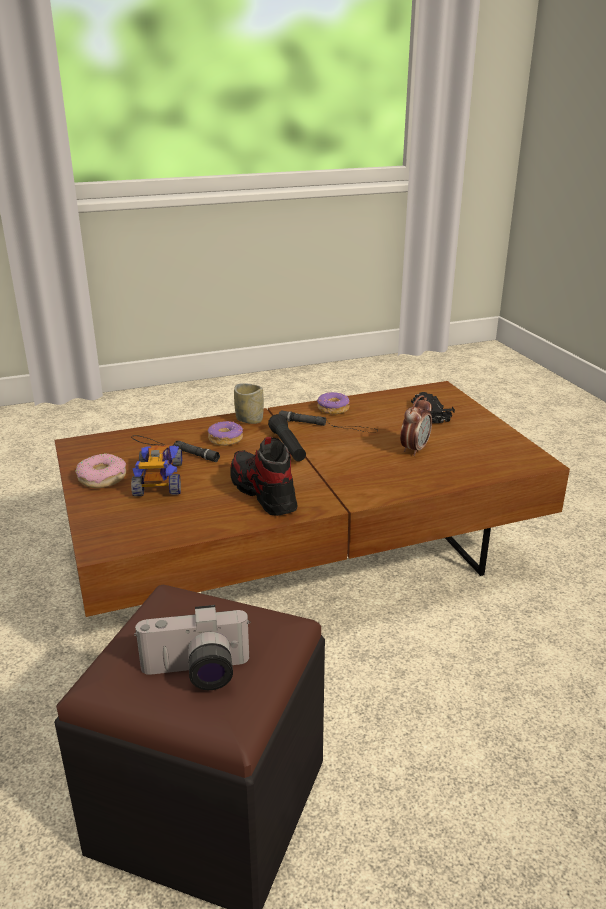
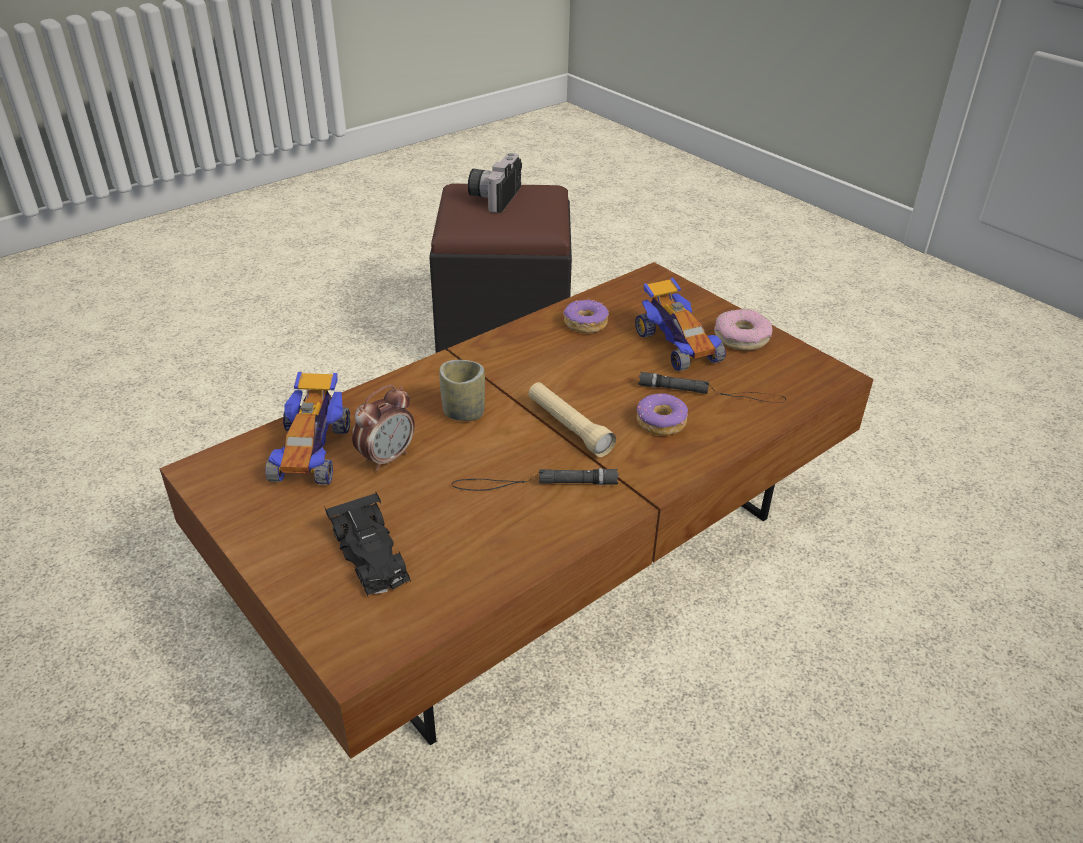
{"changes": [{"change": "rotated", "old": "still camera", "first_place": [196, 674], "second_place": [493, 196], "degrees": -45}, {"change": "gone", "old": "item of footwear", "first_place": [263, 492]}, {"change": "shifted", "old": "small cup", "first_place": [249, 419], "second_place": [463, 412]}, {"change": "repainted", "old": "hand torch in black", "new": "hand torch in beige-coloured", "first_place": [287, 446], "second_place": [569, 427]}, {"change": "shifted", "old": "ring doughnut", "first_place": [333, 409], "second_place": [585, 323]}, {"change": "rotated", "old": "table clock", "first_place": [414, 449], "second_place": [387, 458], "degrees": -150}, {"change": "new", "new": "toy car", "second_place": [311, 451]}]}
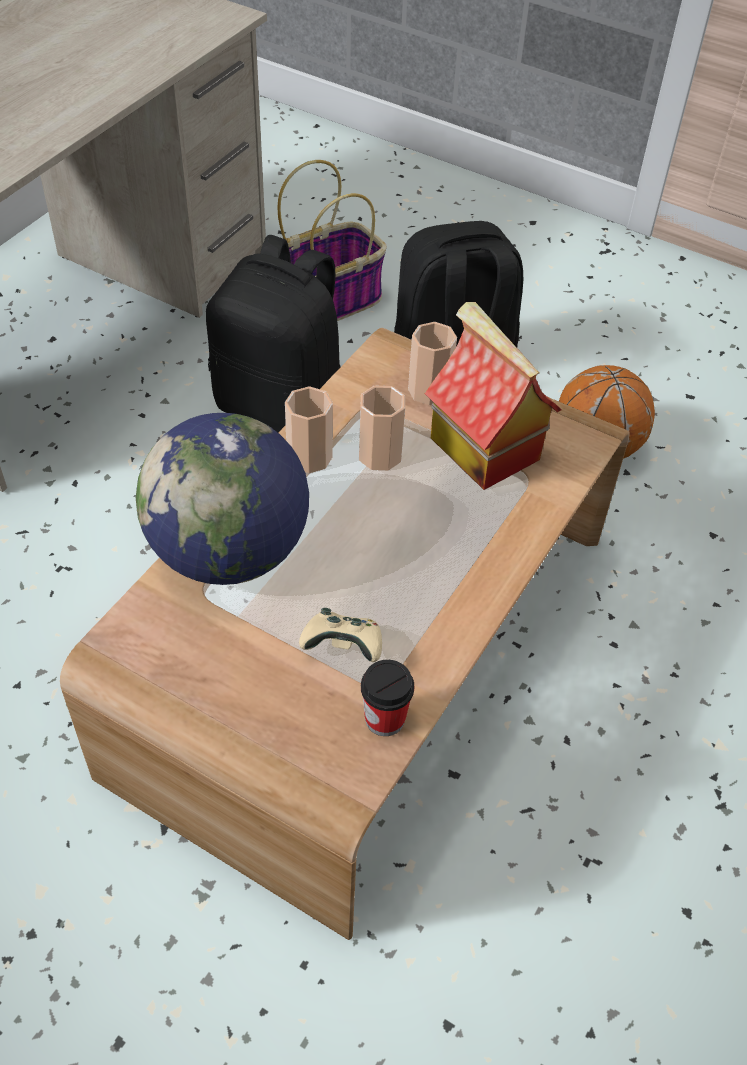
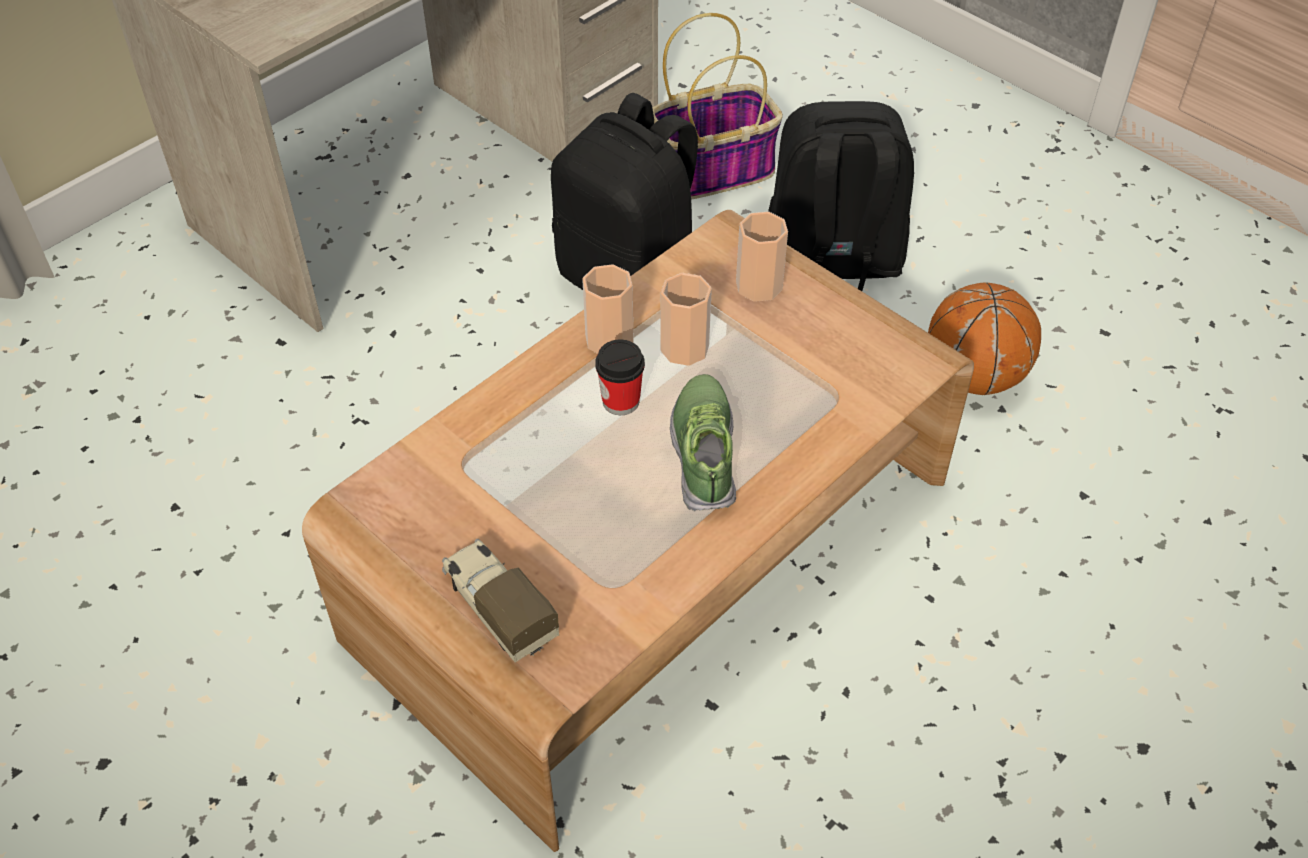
{"changes": [{"change": "gone", "old": "globe", "first_place": [229, 552]}, {"change": "gone", "old": "joypad in beige-coloured", "first_place": [343, 647]}, {"change": "shifted", "old": "small cup", "first_place": [385, 718], "second_place": [621, 401]}, {"change": "gone", "old": "model house", "first_place": [482, 448]}, {"change": "new", "new": "toy truck", "second_place": [498, 608]}, {"change": "new", "new": "item of footwear", "second_place": [705, 453]}]}
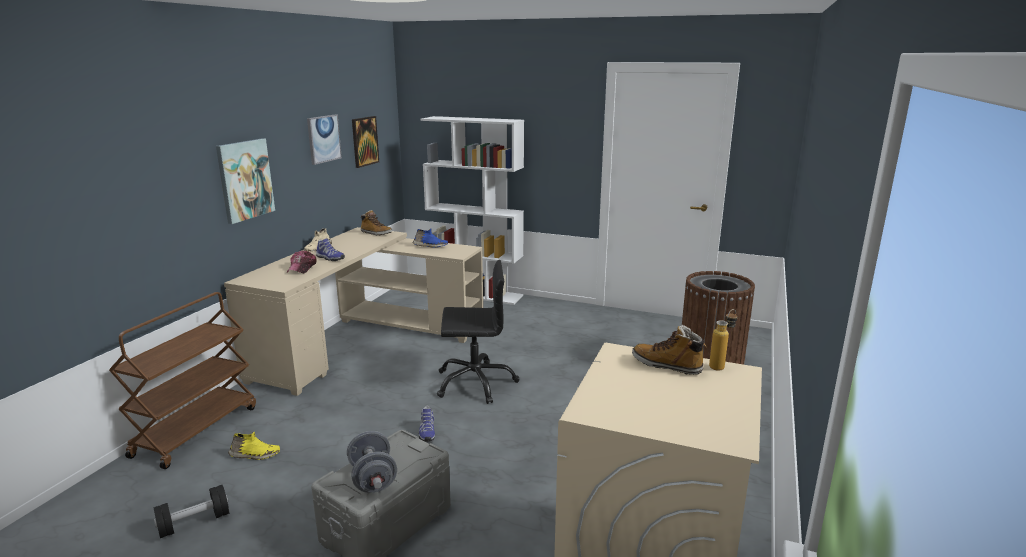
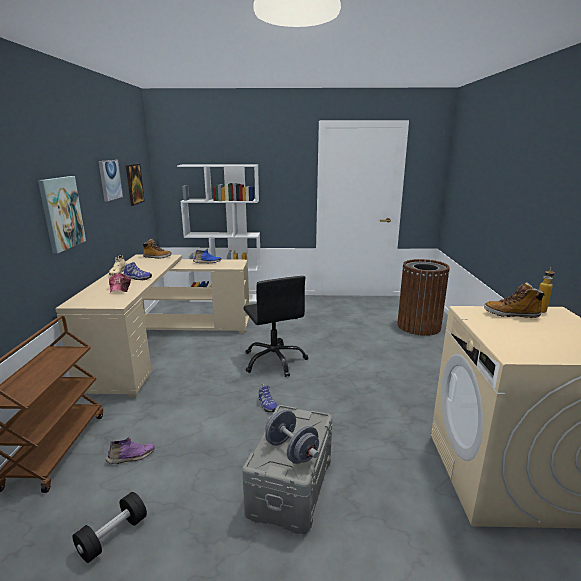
{"changes": [{"change": "repainted", "old": "item of footwear in yellowish", "new": "item of footwear in purplish", "first_place": [254, 455], "second_place": [131, 457]}, {"change": "rotated", "old": "desk chair in black", "first_place": [475, 382], "second_place": [274, 360], "degrees": 90}]}
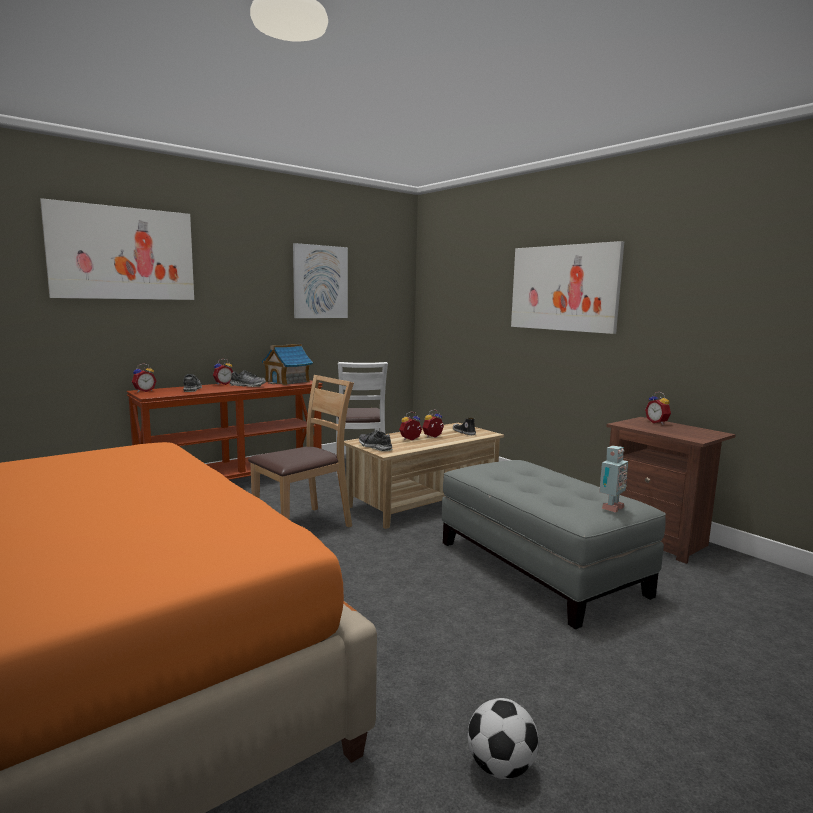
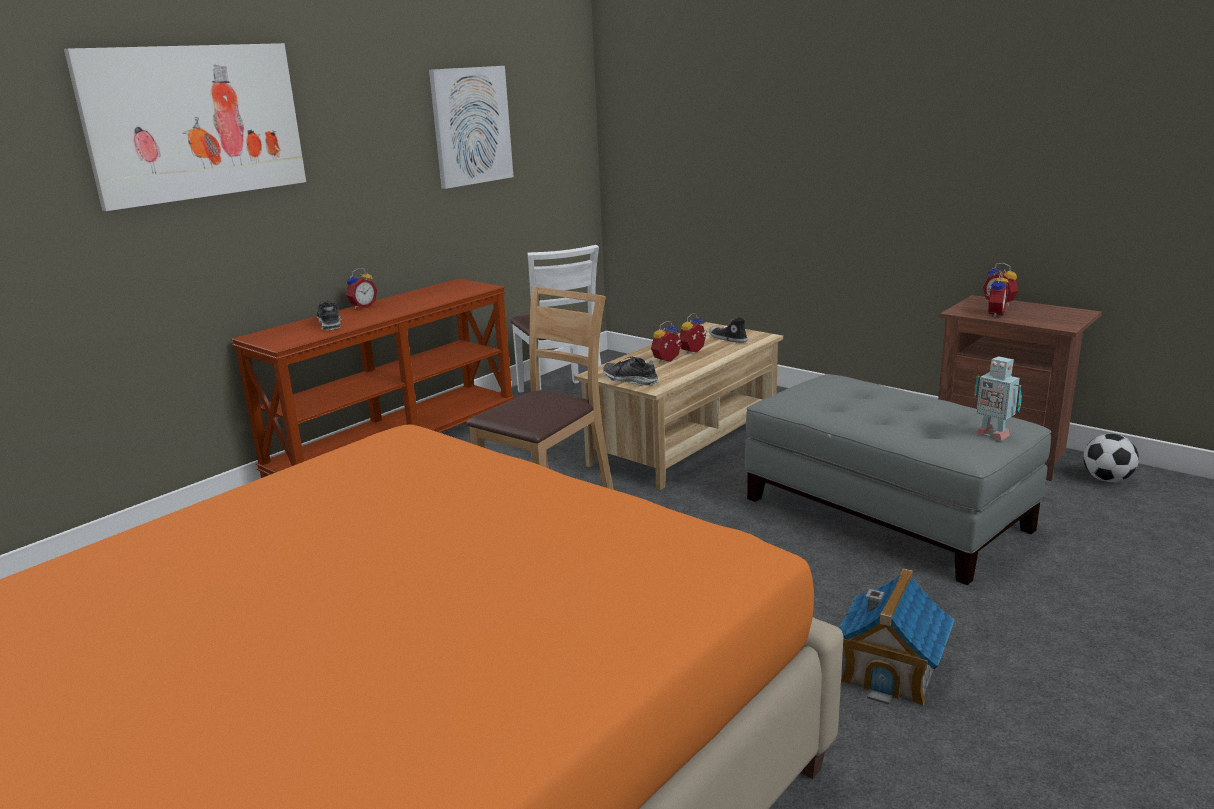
{"changes": [{"change": "shifted", "old": "table clock", "first_place": [144, 391], "second_place": [993, 314]}, {"change": "gone", "old": "item of footwear", "first_place": [247, 386]}, {"change": "shifted", "old": "model house", "first_place": [287, 381], "second_place": [891, 671]}, {"change": "shifted", "old": "football ball", "first_place": [500, 767], "second_place": [1106, 480]}, {"change": "gone", "old": "wall art", "first_place": [564, 288]}, {"change": "rotated", "old": "toy robot", "first_place": [610, 508], "second_place": [992, 434], "degrees": 105}]}
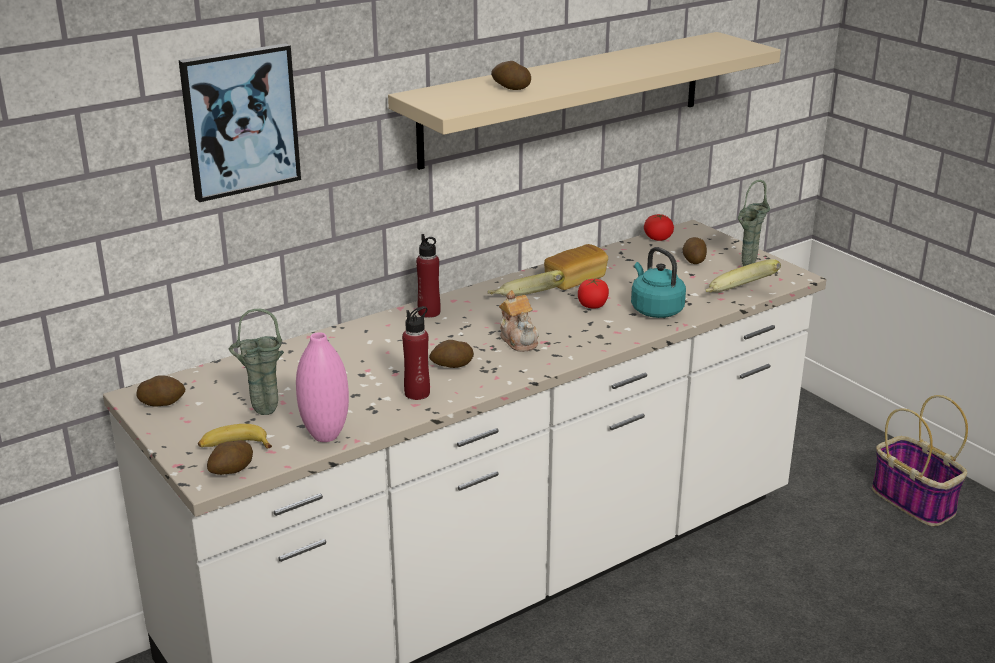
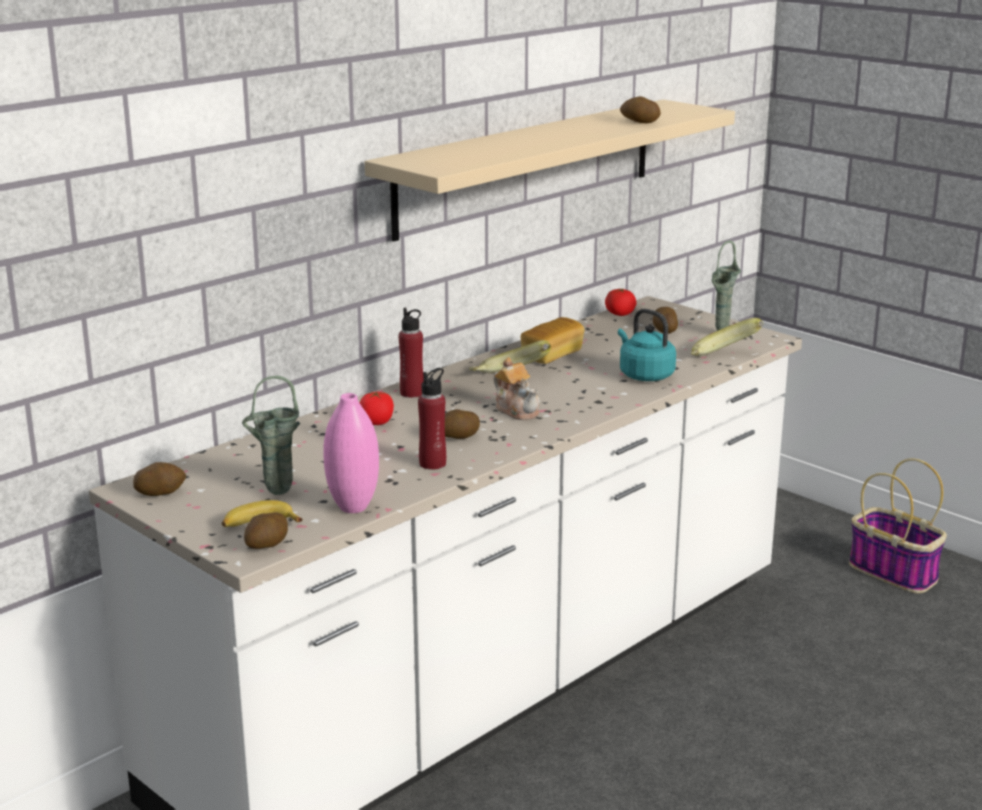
{"changes": [{"change": "gone", "old": "wall art", "first_place": [240, 121]}, {"change": "shifted", "old": "whole potato", "first_place": [510, 88], "second_place": [639, 122]}, {"change": "shifted", "old": "tomato", "first_place": [592, 305], "second_place": [376, 422]}]}
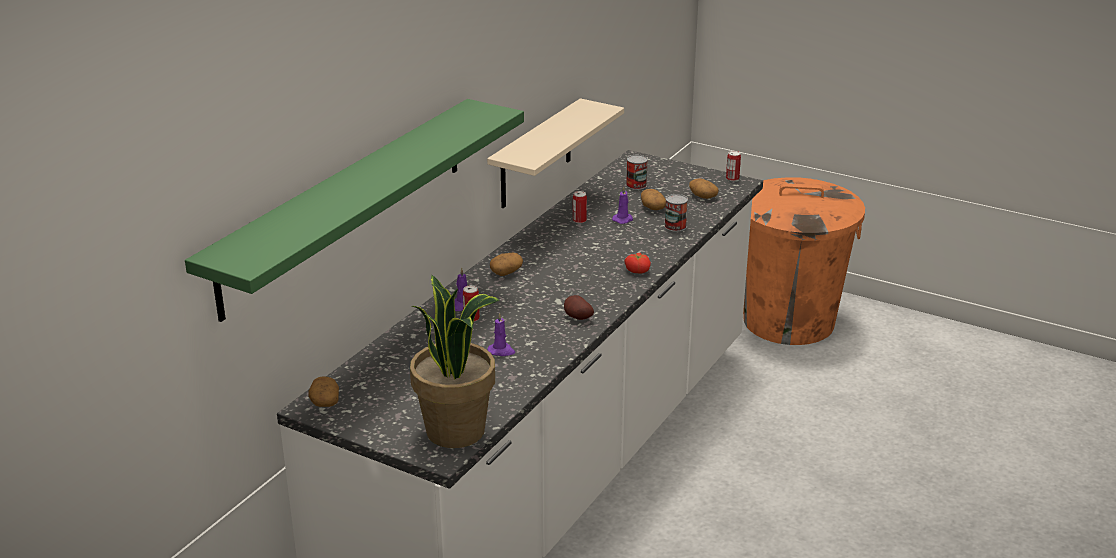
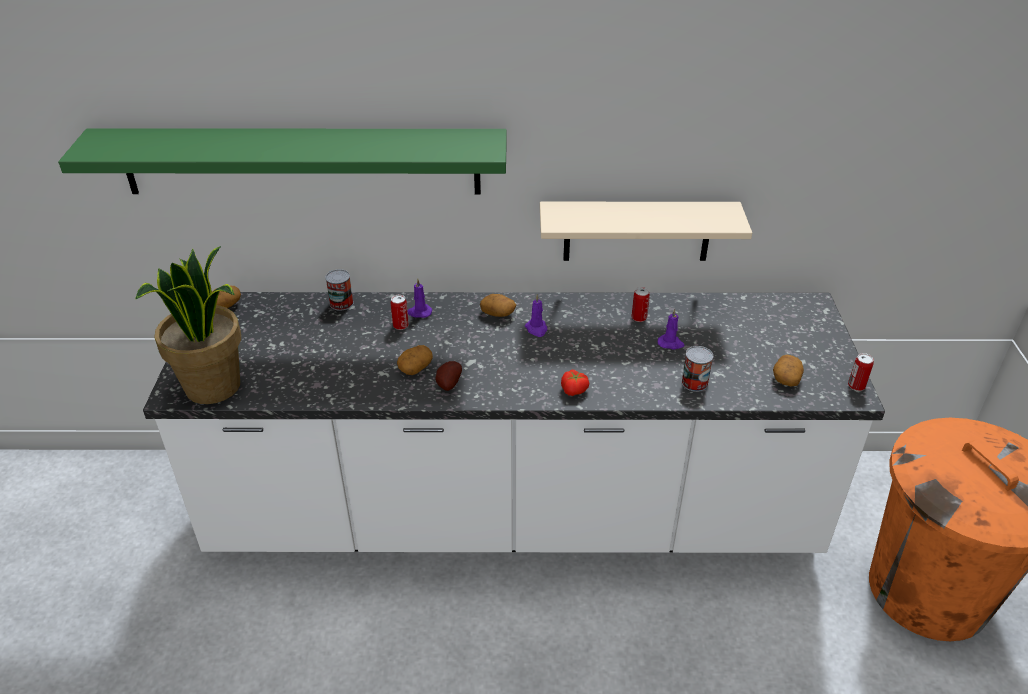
{"changes": [{"change": "shifted", "old": "candle in purplish", "first_place": [501, 351], "second_place": [536, 329]}, {"change": "shifted", "old": "can", "first_place": [636, 185], "second_place": [341, 303]}, {"change": "shifted", "old": "whole potato", "first_place": [652, 207], "second_place": [415, 367]}]}
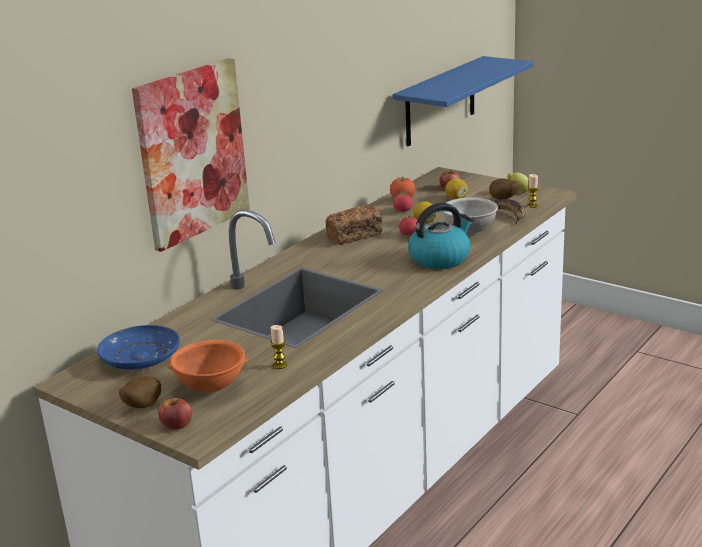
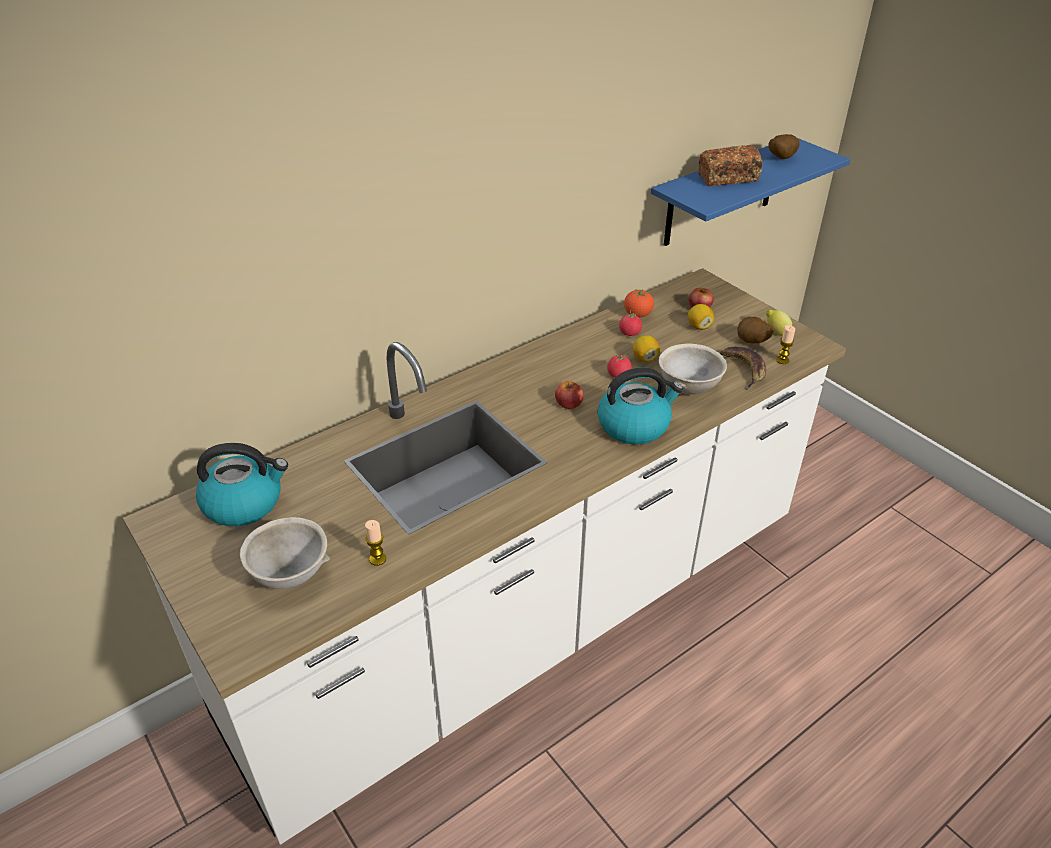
{"changes": [{"change": "swapped", "old": "dinner plate in blue", "new": "water kettle", "first_place": [140, 357], "second_place": [244, 503]}, {"change": "shifted", "old": "whole potato", "first_place": [141, 407], "second_place": [780, 158]}, {"change": "gone", "old": "wall art", "first_place": [192, 153]}, {"change": "shifted", "old": "apple fruit", "first_place": [176, 423], "second_place": [568, 403]}, {"change": "repainted", "old": "serving bowl in orangey", "new": "serving bowl in gray", "first_place": [210, 387], "second_place": [290, 573]}, {"change": "shifted", "old": "bread", "first_place": [354, 236], "second_place": [728, 178]}]}
